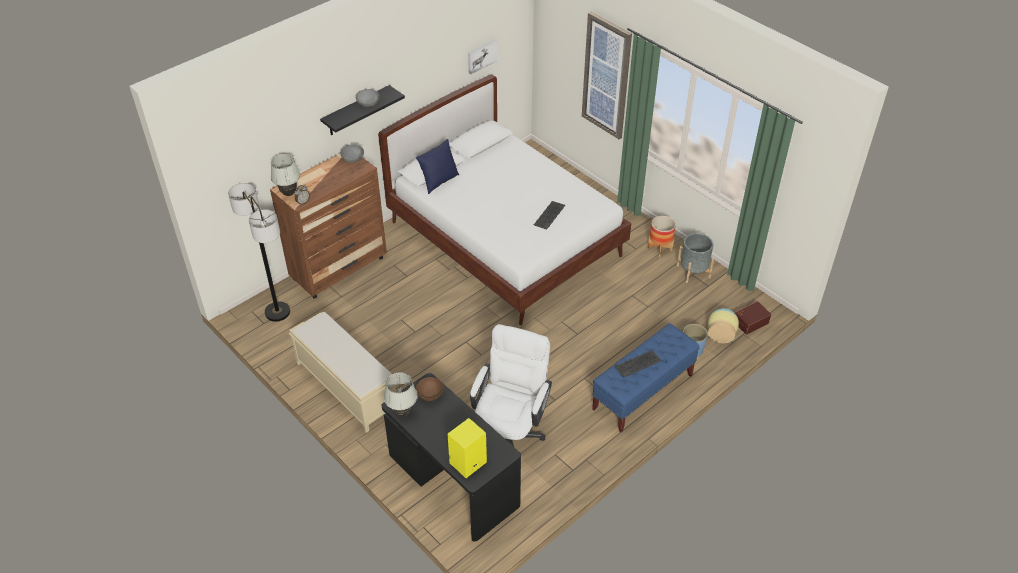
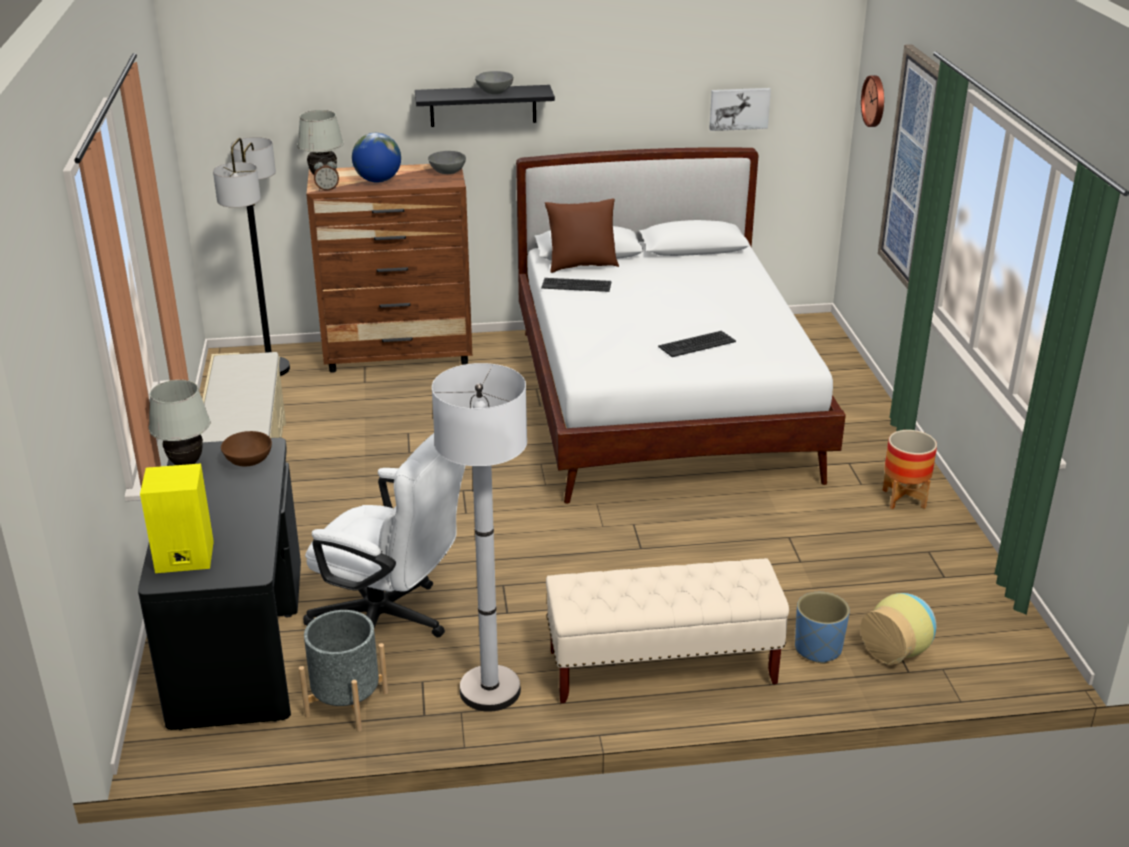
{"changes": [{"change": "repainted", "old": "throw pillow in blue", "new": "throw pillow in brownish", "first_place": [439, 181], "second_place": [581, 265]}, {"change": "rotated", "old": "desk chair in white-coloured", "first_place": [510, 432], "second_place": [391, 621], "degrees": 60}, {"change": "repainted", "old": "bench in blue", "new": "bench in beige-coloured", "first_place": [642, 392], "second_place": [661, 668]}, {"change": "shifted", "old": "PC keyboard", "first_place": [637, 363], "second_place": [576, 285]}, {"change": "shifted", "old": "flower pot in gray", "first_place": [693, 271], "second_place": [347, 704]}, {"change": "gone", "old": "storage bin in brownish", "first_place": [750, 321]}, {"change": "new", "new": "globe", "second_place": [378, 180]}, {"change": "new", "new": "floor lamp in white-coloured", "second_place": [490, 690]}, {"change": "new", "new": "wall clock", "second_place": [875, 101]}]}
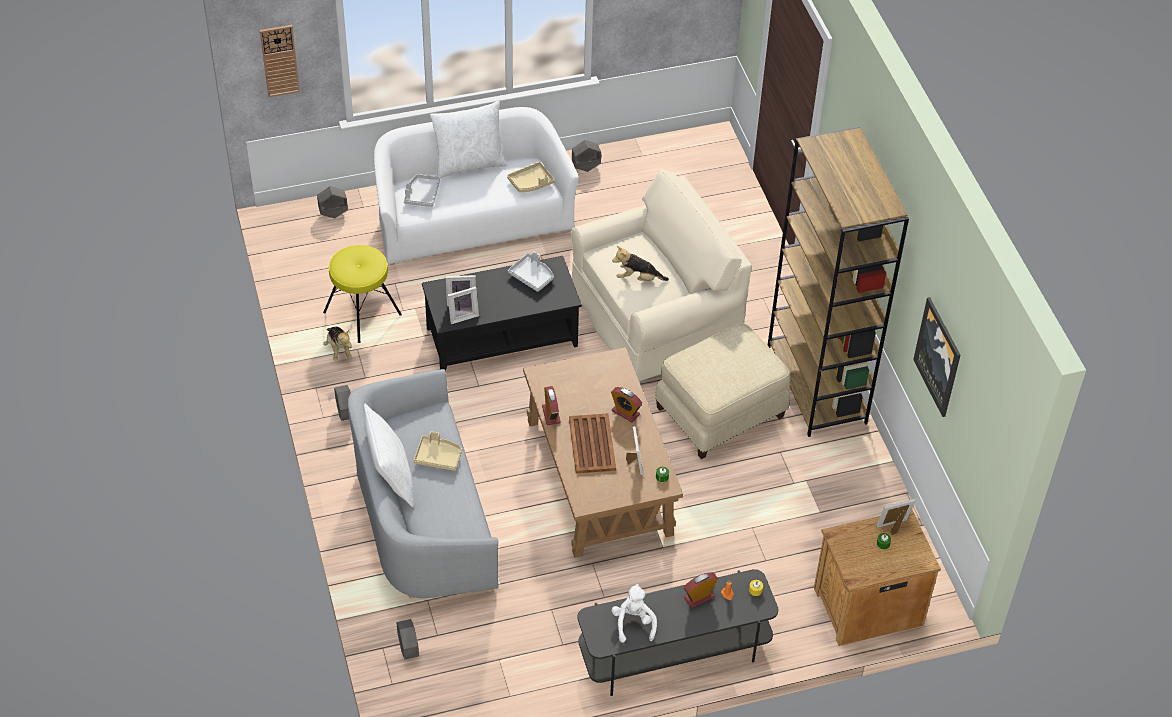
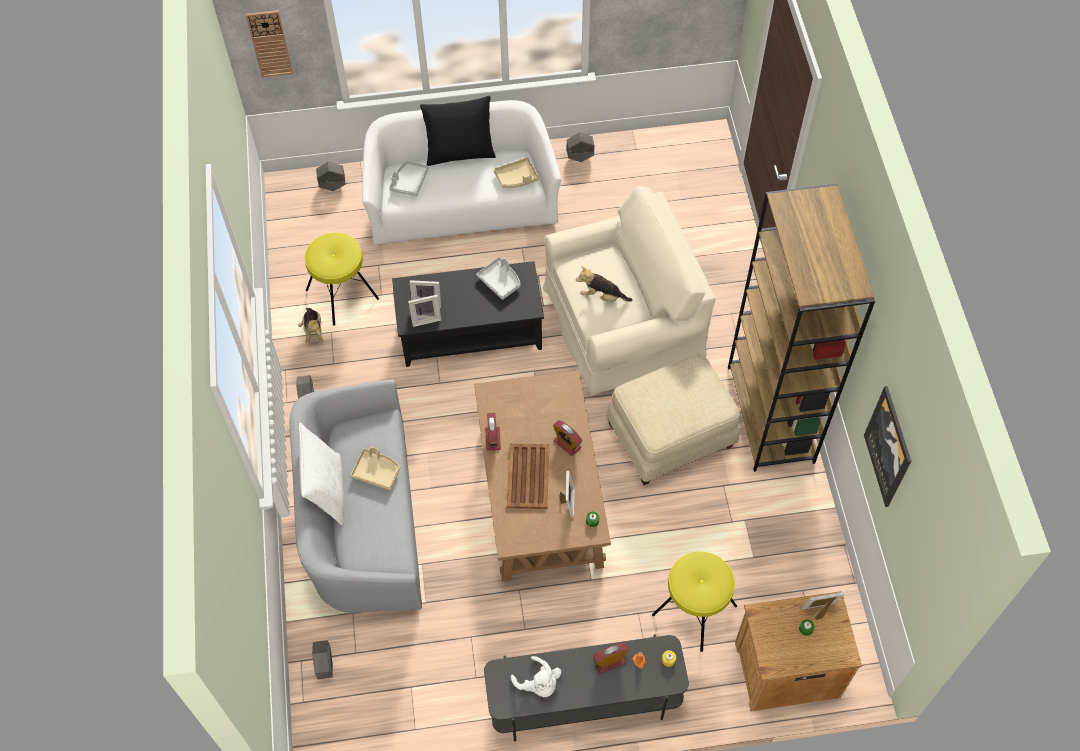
{"changes": [{"change": "repainted", "old": "throw pillow in white-coloured", "new": "throw pillow in black", "first_place": [469, 164], "second_place": [460, 152]}, {"change": "rotated", "old": "plush toy in white-coloured", "first_place": [633, 623], "second_place": [539, 684], "degrees": 135}, {"change": "new", "new": "stool seat in yellowish", "second_place": [695, 610]}]}
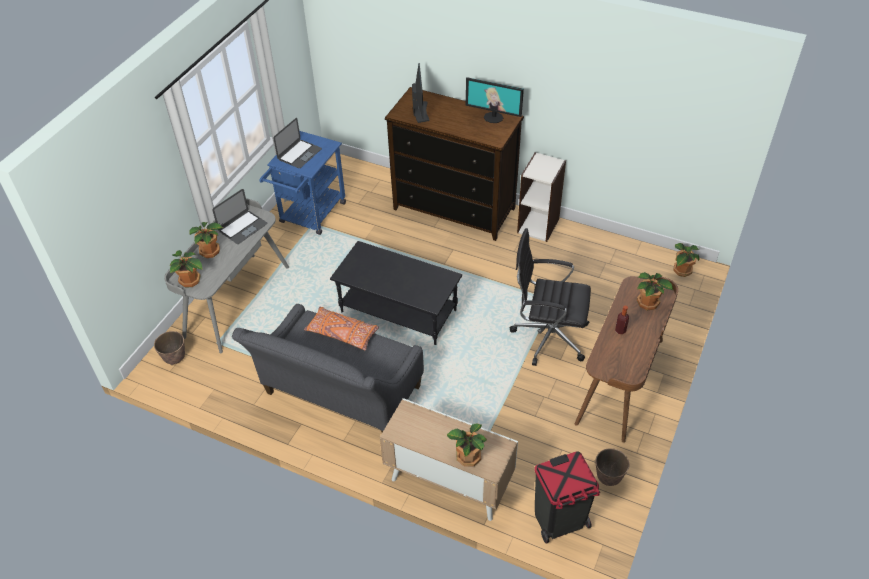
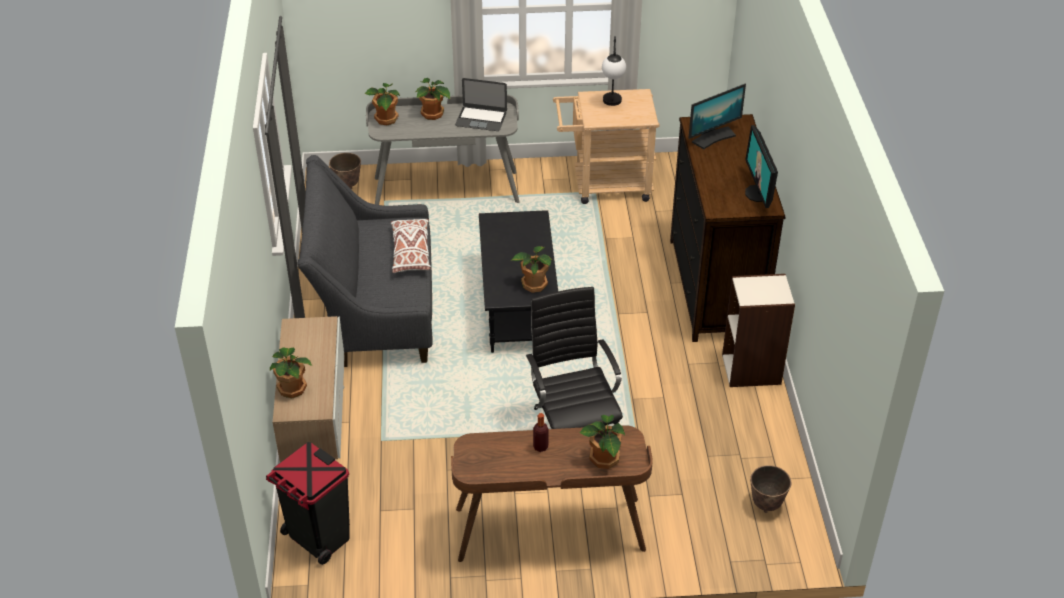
{"changes": [{"change": "repainted", "old": "cart in blue", "new": "cart in beige-coloured", "first_place": [310, 216], "second_place": [604, 185]}, {"change": "swapped", "old": "portable computer", "new": "lamp for a table", "first_place": [299, 154], "second_place": [612, 105]}, {"change": "repainted", "old": "throw pillow in orangey", "new": "throw pillow in white-coloured", "first_place": [342, 333], "second_place": [411, 253]}, {"change": "shifted", "old": "flower pot", "first_place": [608, 478], "second_place": [766, 504]}, {"change": "shifted", "old": "potted plant", "first_place": [681, 271], "second_place": [533, 284]}]}
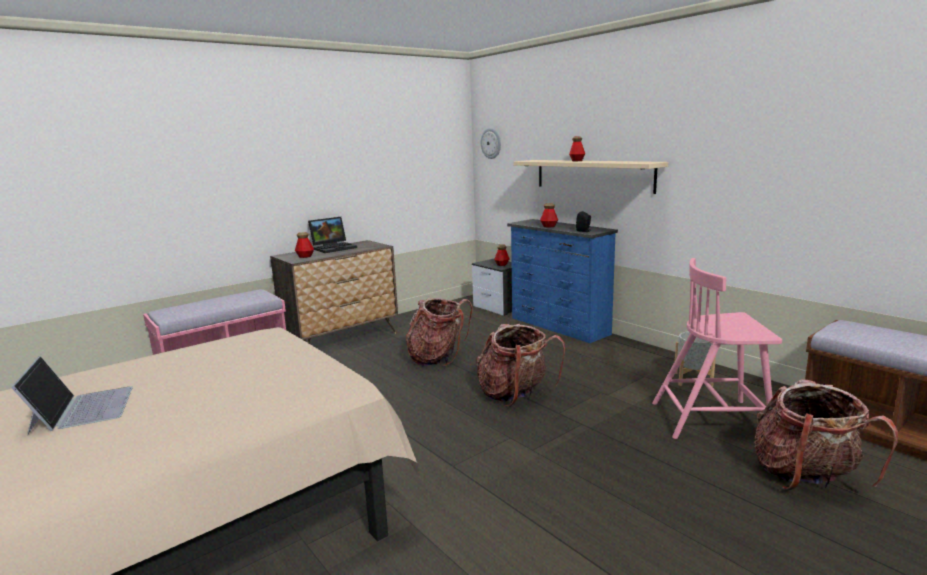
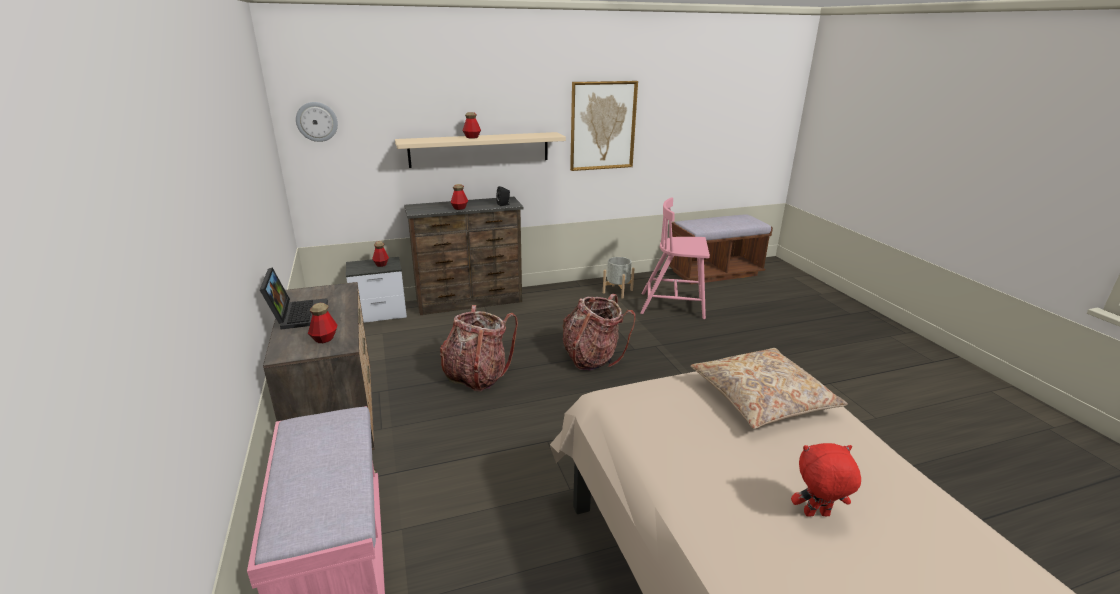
{"changes": [{"change": "swapped", "old": "portable computer", "new": "plush toy in red", "first_place": [82, 409], "second_place": [816, 515]}, {"change": "repainted", "old": "dresser in blue", "new": "dresser in brownish", "first_place": [558, 326], "second_place": [470, 302]}, {"change": "rotated", "old": "upright chair in pink-coloured", "first_place": [712, 419], "second_place": [673, 305], "degrees": 75}, {"change": "gone", "old": "rucksack", "first_place": [806, 477]}, {"change": "new", "new": "wall art", "second_place": [602, 126]}, {"change": "new", "new": "throw pillow in beige-coloured", "second_place": [762, 398]}]}
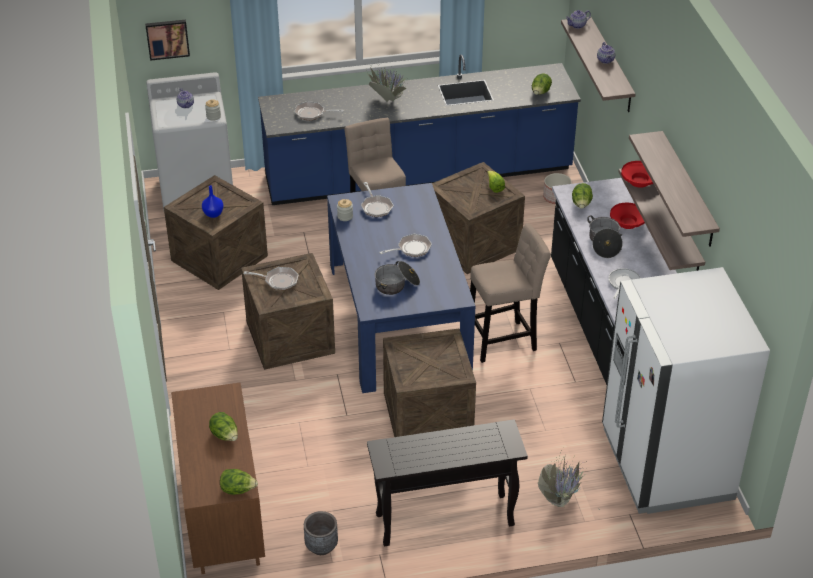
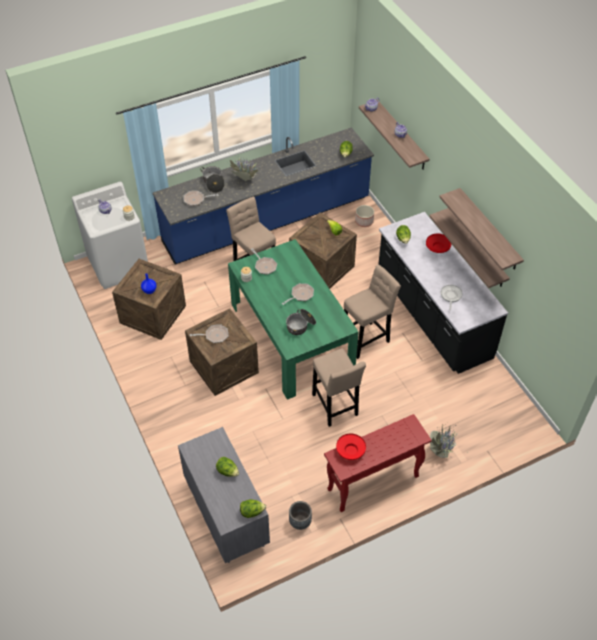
{"changes": [{"change": "gone", "old": "wall art", "first_place": [167, 38]}, {"change": "repainted", "old": "dresser in brownish", "new": "dresser in gray", "first_place": [222, 515], "second_place": [226, 514]}, {"change": "repainted", "old": "dining table in blue", "new": "dining table in green", "first_place": [398, 319], "second_place": [291, 337]}, {"change": "repainted", "old": "hall table in black", "new": "hall table in red", "first_place": [443, 520], "second_place": [372, 483]}, {"change": "swapped", "old": "shipping crate", "new": "stool seat in beige-coloured", "first_place": [427, 416], "second_place": [335, 407]}, {"change": "shifted", "old": "cooking pot", "first_place": [604, 243], "second_place": [213, 183]}, {"change": "gone", "old": "kitchen fridge in white-coloured", "first_place": [666, 464]}, {"change": "shifted", "old": "serving bowl in red", "first_place": [639, 181], "second_place": [350, 451]}]}
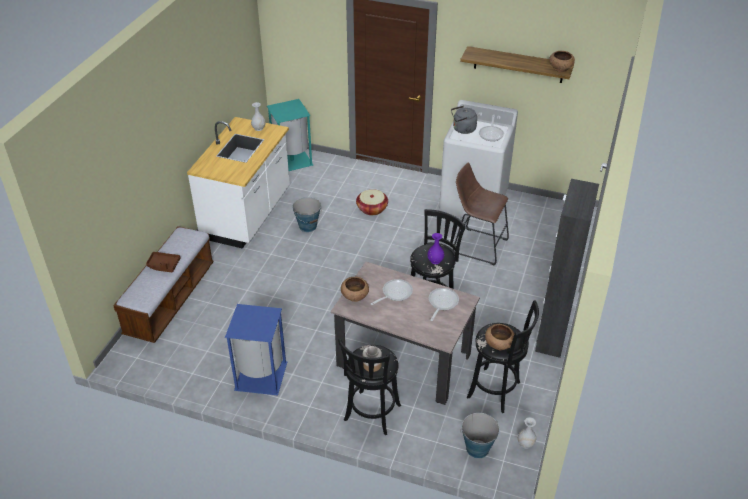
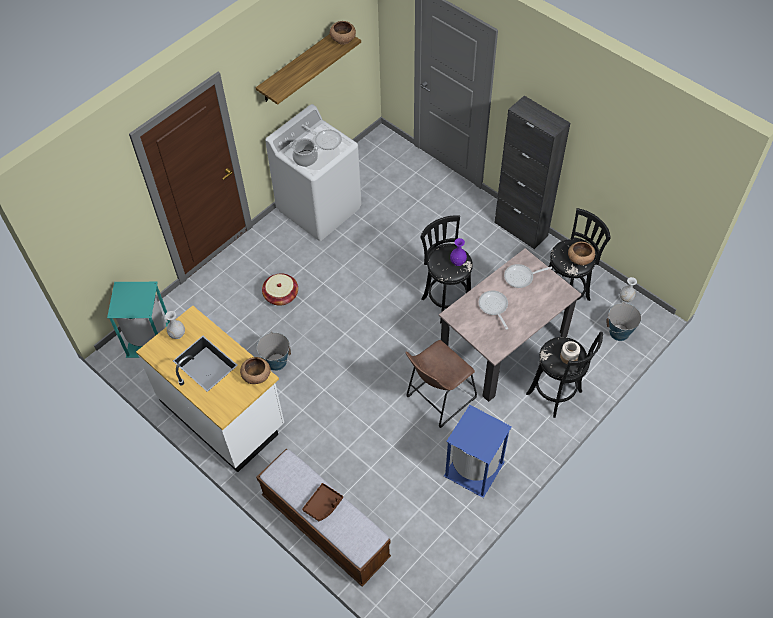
{"changes": [{"change": "shifted", "old": "serving bowl in brownish", "first_place": [355, 296], "second_place": [256, 375]}, {"change": "rotated", "old": "skillet", "first_place": [442, 303], "second_place": [521, 277], "degrees": -60}, {"change": "swapped", "old": "water kettle in gray", "new": "cooking pot", "first_place": [462, 129], "second_place": [305, 158]}, {"change": "shifted", "old": "stool seat in brownish", "first_place": [477, 245], "second_place": [438, 399]}]}
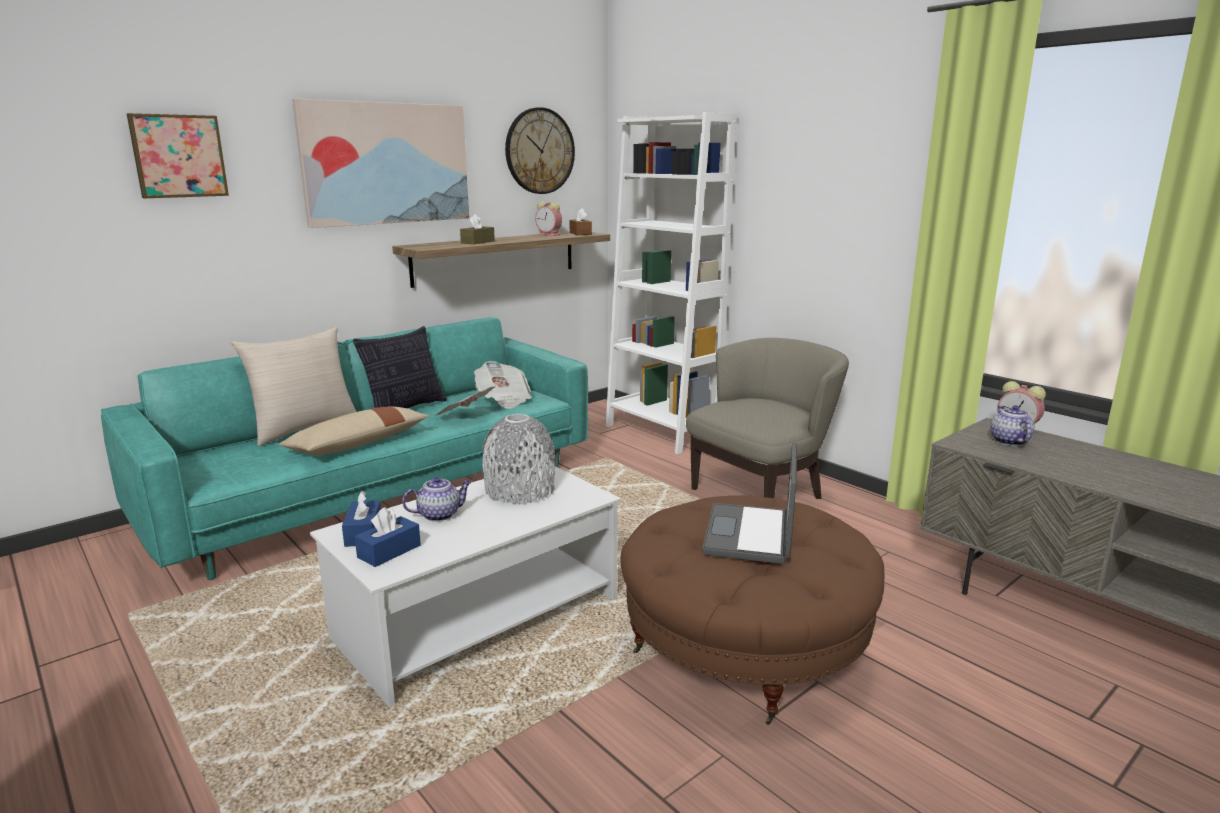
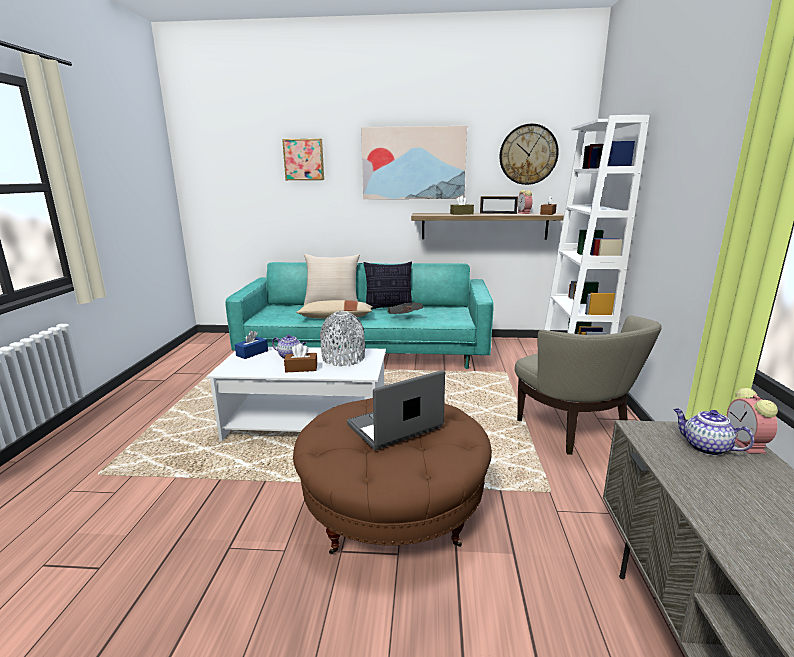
{"changes": [{"change": "gone", "old": "box of tissues in blue", "first_place": [389, 551]}, {"change": "gone", "old": "daily paper", "first_place": [503, 400]}, {"change": "rotated", "old": "easy chair in beige-coloured", "first_place": [761, 493], "second_place": [575, 430], "degrees": 60}, {"change": "rotated", "old": "pot for tea", "first_place": [1008, 441], "second_place": [705, 447], "degrees": -90}, {"change": "new", "new": "box of tissues in brownish", "second_place": [301, 368]}, {"change": "new", "new": "standing frame", "second_place": [498, 213]}]}
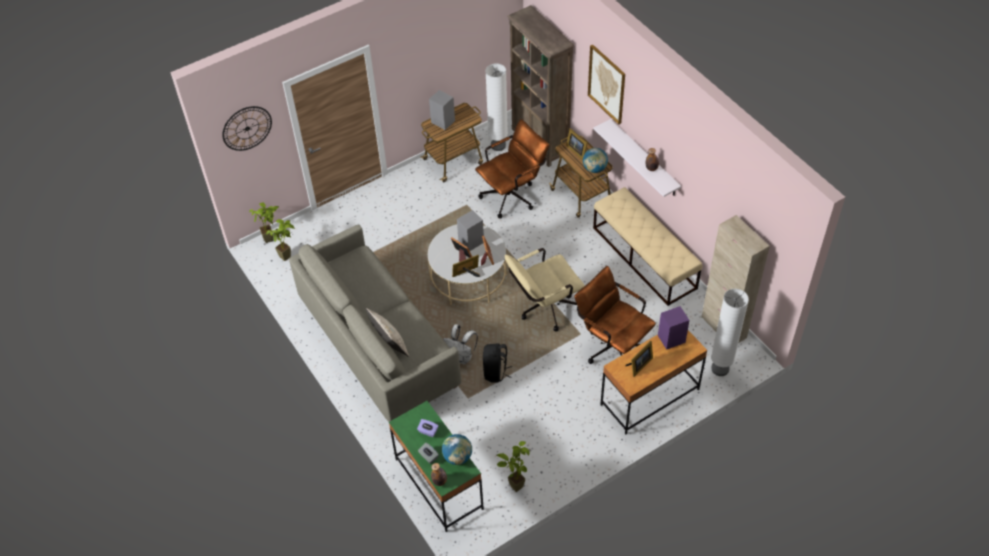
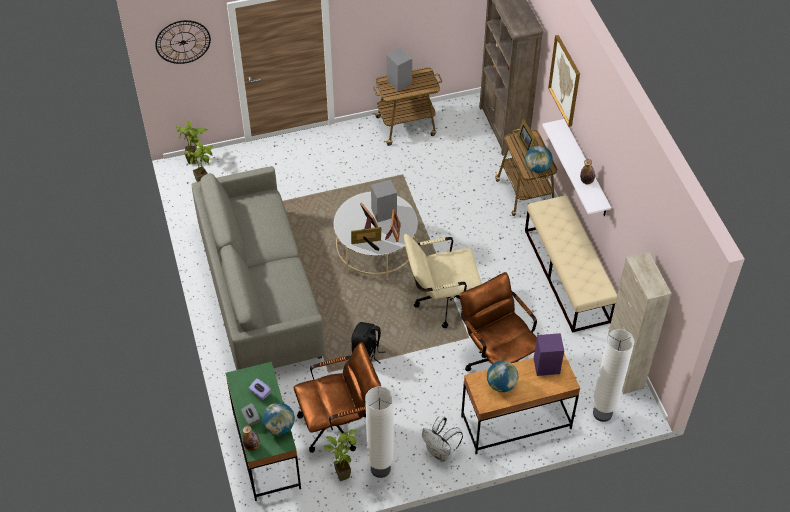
{"changes": [{"change": "gone", "old": "throw pillow in beige-coloured", "first_place": [389, 345]}, {"change": "shifted", "old": "rucksack in white-coloured", "first_place": [461, 357], "second_place": [440, 452]}, {"change": "shifted", "old": "desk chair in brownish", "first_place": [512, 195], "second_place": [339, 424]}, {"change": "shifted", "old": "floor lamp in white-coloured", "first_place": [498, 145], "second_place": [380, 469]}, {"change": "swapped", "old": "standing frame", "new": "globe", "first_place": [639, 365], "second_place": [501, 385]}]}
